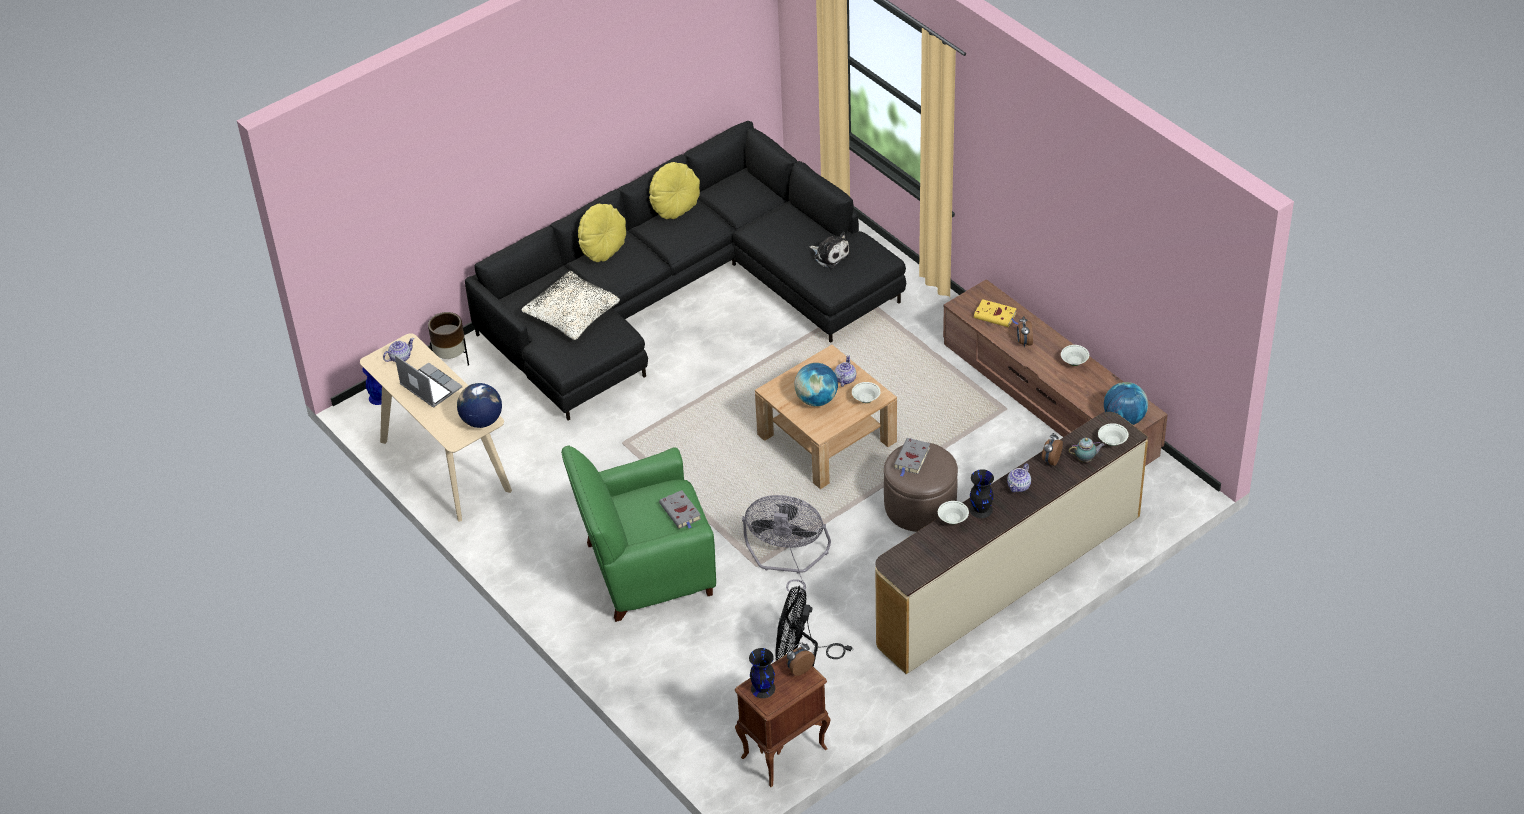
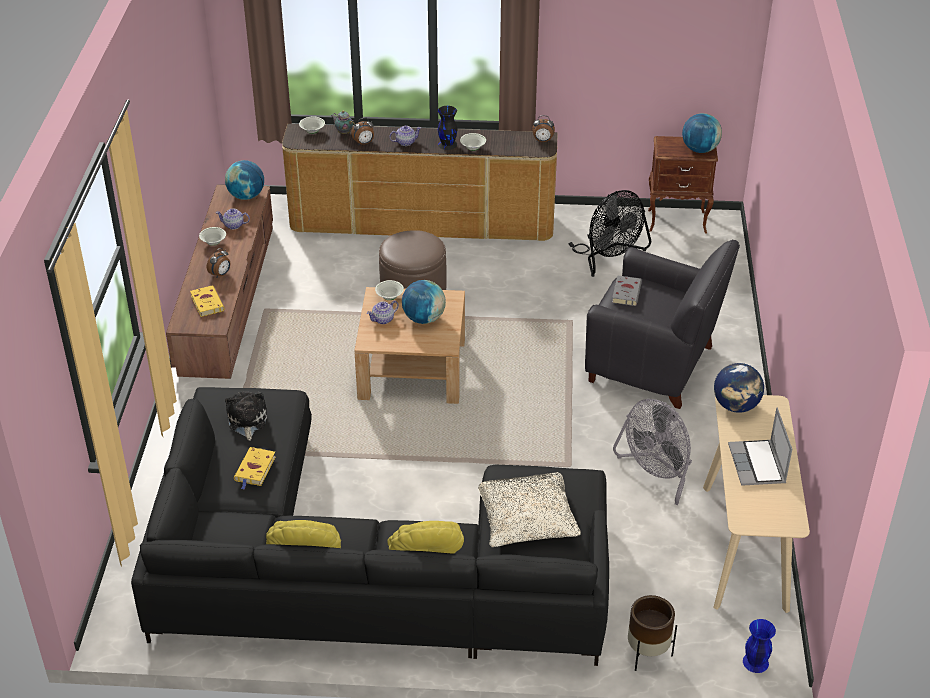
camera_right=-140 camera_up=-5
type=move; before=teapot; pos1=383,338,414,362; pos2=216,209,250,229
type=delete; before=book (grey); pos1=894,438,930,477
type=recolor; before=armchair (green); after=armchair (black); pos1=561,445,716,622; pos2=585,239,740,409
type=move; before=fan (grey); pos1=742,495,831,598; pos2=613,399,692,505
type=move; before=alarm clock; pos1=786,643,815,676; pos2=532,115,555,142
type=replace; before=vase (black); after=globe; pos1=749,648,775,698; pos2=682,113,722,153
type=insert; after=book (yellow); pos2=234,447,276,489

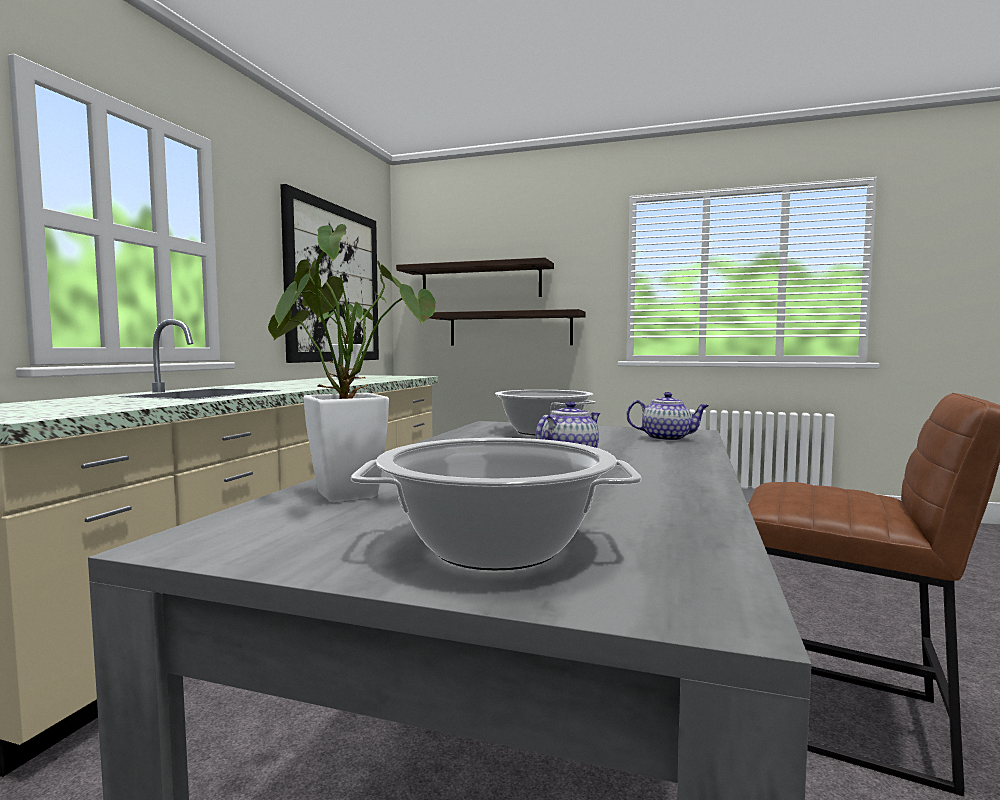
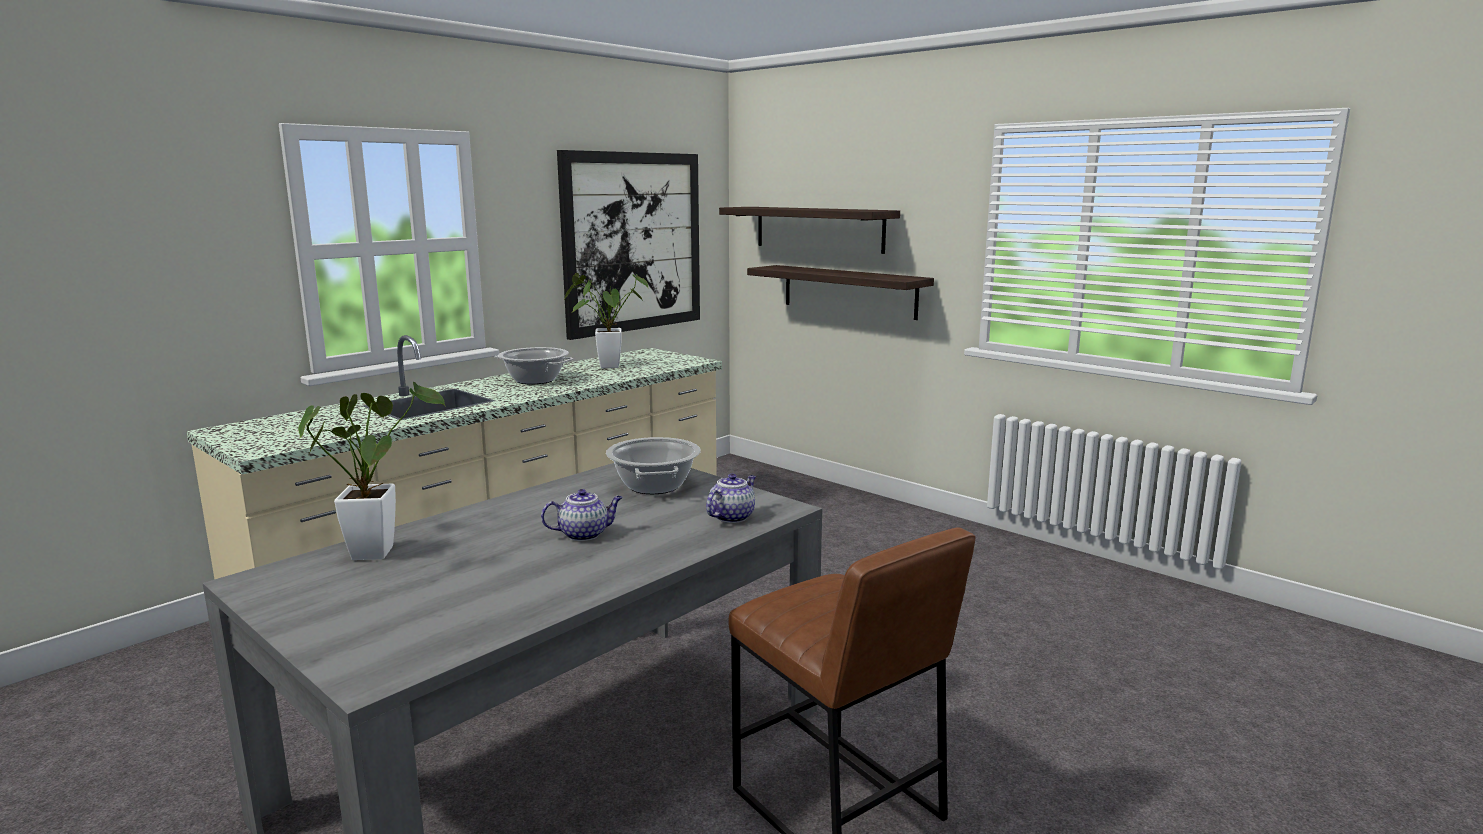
camera_right=25 camera_up=10
type=rotate; before=teapot; pos1=626,392,709,441; pos2=706,474,756,523; turn=-90
type=move; before=cooking pot; pos1=351,438,641,570; pos2=495,347,574,384

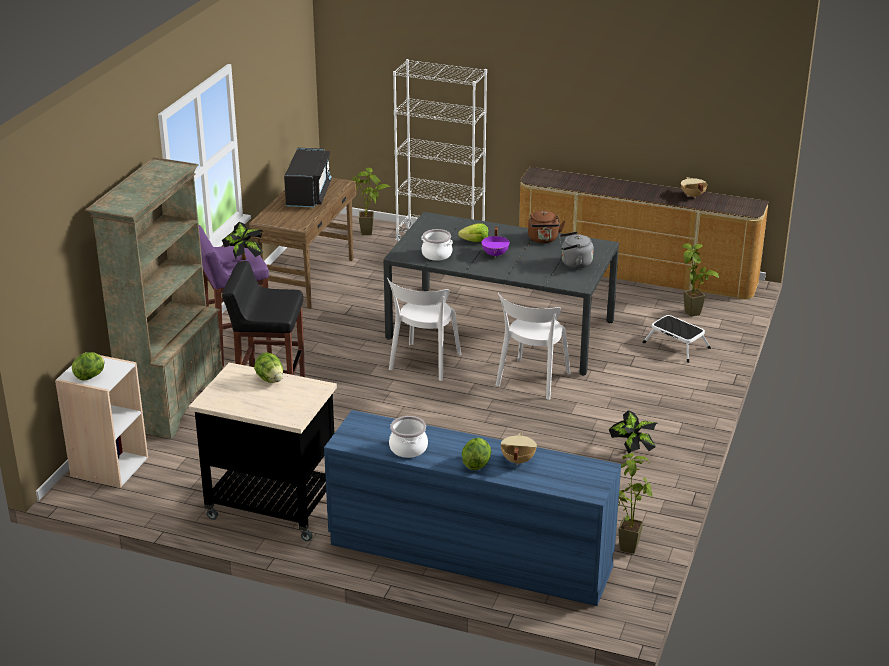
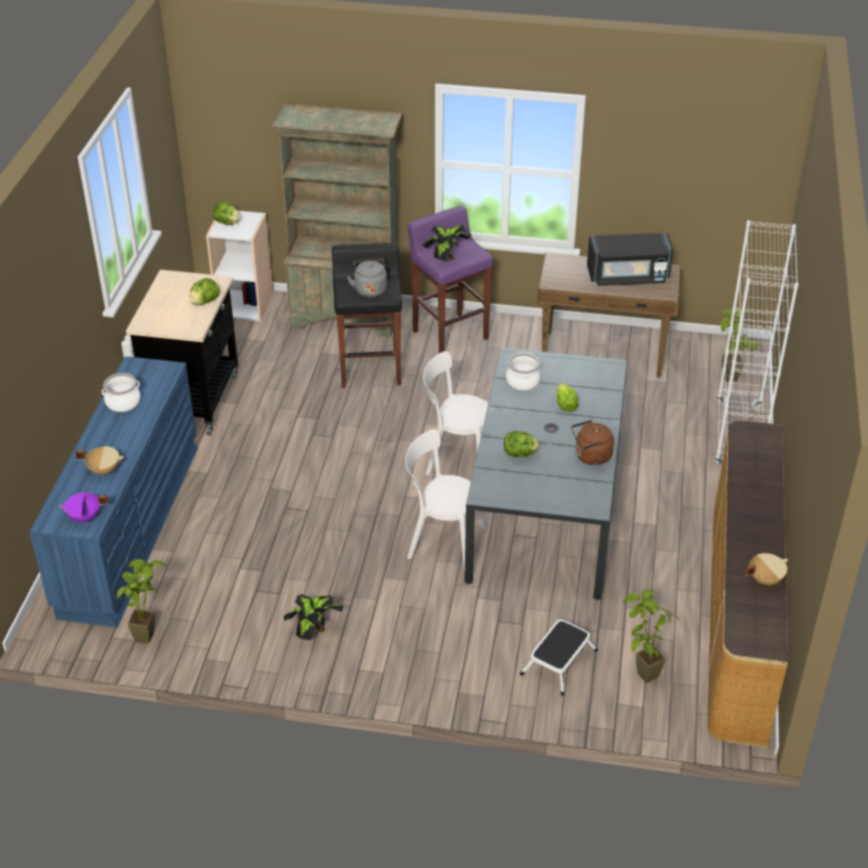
camera_right=80 camera_up=10
type=move; before=cooking pot (purple); pos1=481,227,510,258; pos2=59,492,108,524
type=move; before=kettle (grey); pos1=559,232,593,268; pos2=347,258,387,298
type=move; before=lettuce; pos1=462,438,492,470; pos2=504,431,539,457

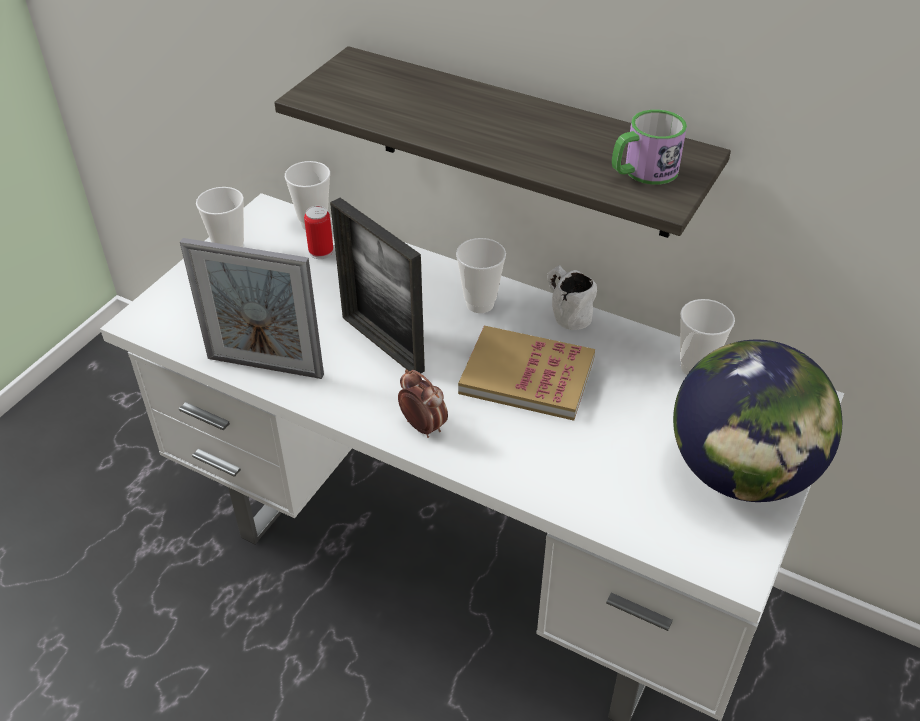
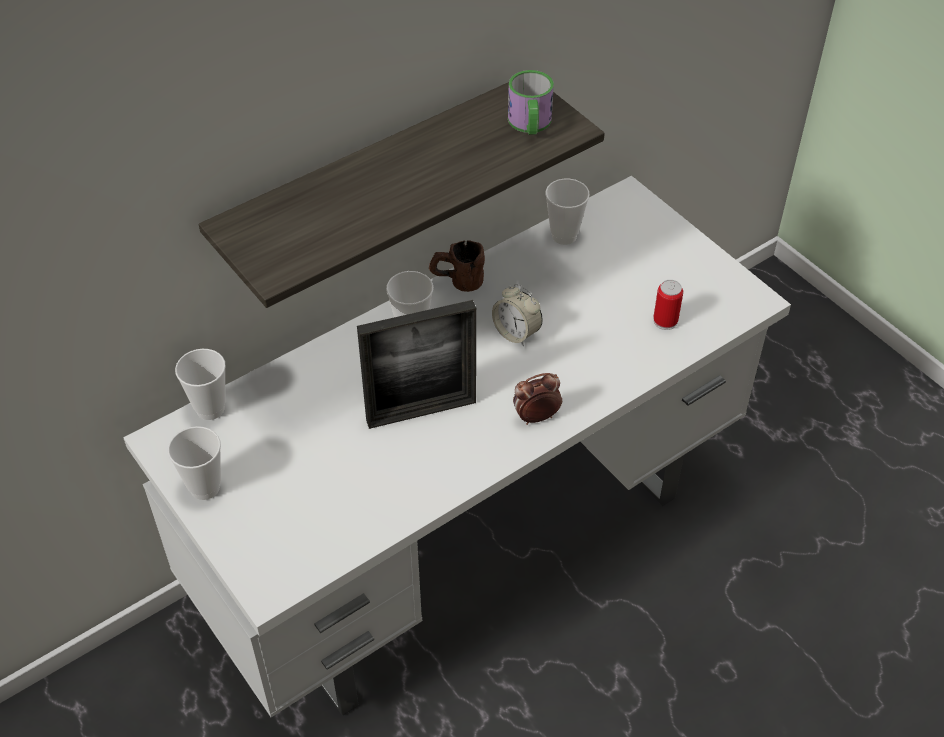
camera_right=-65 camera_up=5
type=move; before=can; pos1=304,206,333,259; pos2=653,280,683,330
type=delete; before=picture frame; pos1=180,238,324,379
type=recolor; before=mug (white); after=mug (brown); pos1=547,265,597,330; pos2=429,240,485,292
type=replace; before=book; after=alarm clock; pos1=458,325,595,421; pos2=492,284,543,346
type=delete; before=globe; pos1=673,340,842,502

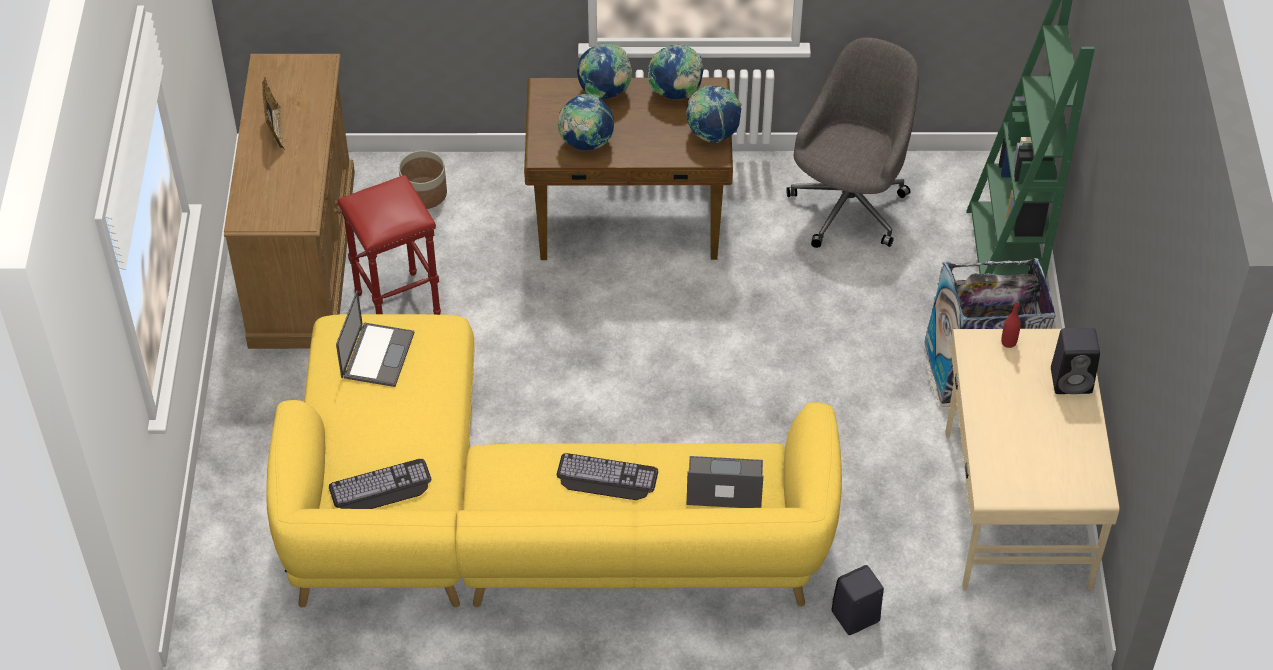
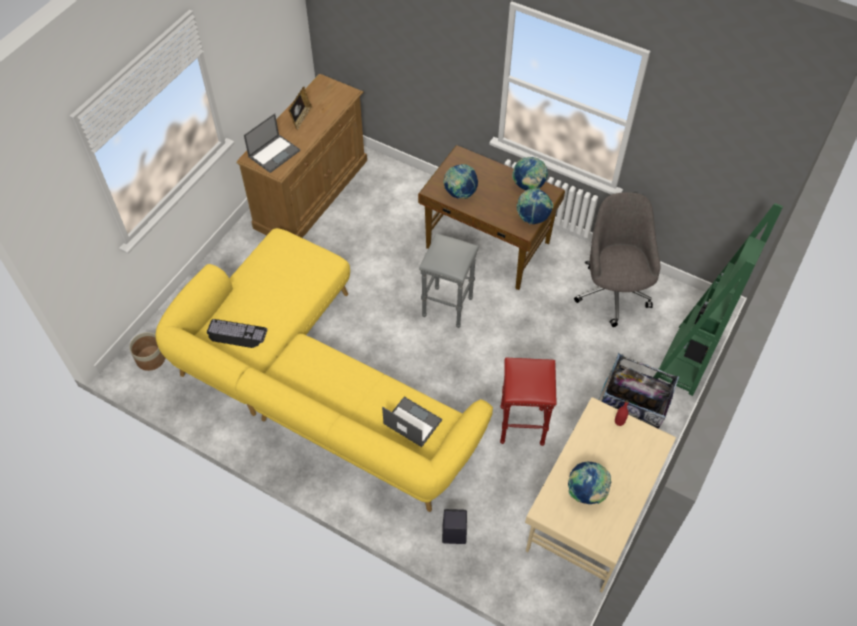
camera_right=30 camera_up=5
type=rotate; before=office chair (grey); pos1=786,37,919,248; pos2=574,192,660,327; turn=-60
type=move; before=globe; pos1=577,43,632,99; pos2=568,462,612,504
type=move; before=planter; pos1=399,150,447,209; pos2=129,332,165,371
type=move; before=stool (red); pos1=338,175,441,315; pos2=500,358,557,446
type=move; before=laptop; pos1=336,290,414,387; pos2=244,113,300,173
type=delete; before=speaker (black); pos1=1051,328,1100,394
type=delete; before=keyboard; pos1=557,453,659,500
type=insert; after=stool (grey); pos2=419,233,479,328

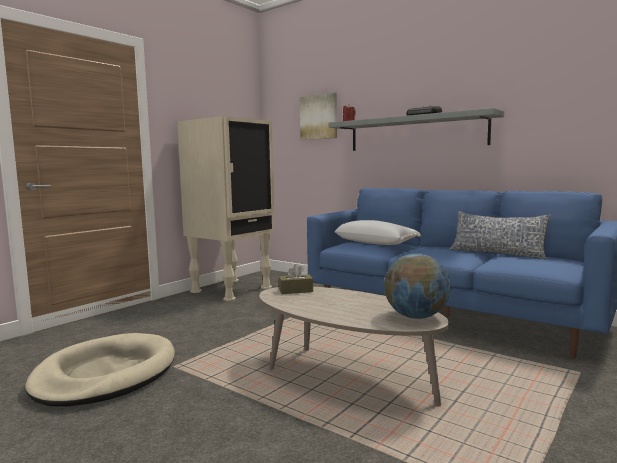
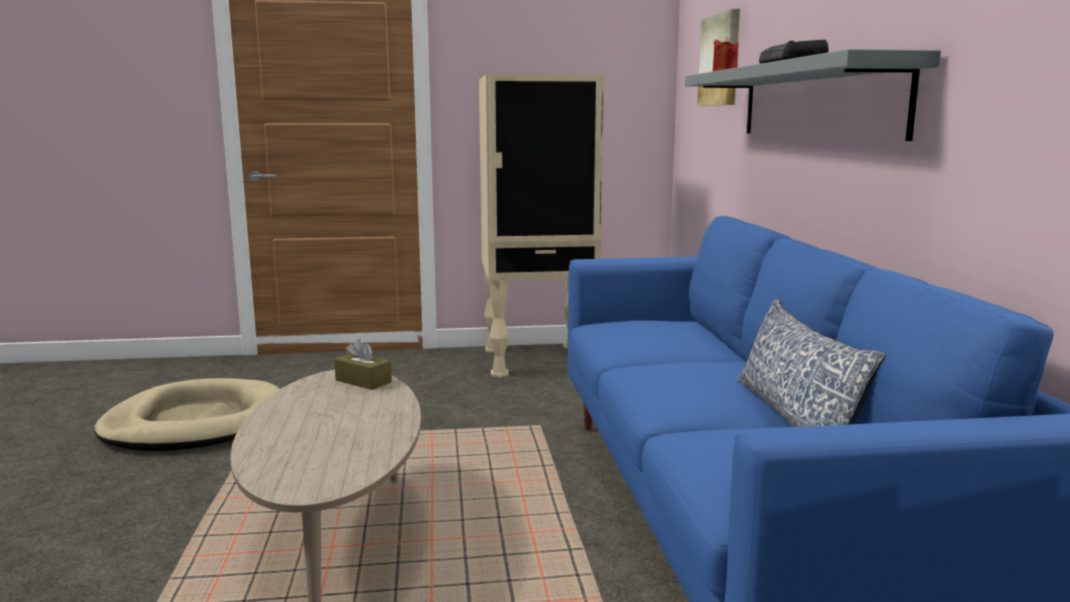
camera_right=45 camera_up=5
type=delete; before=pillow (white); pos1=335,220,421,245
type=delete; before=globe; pos1=384,253,451,319

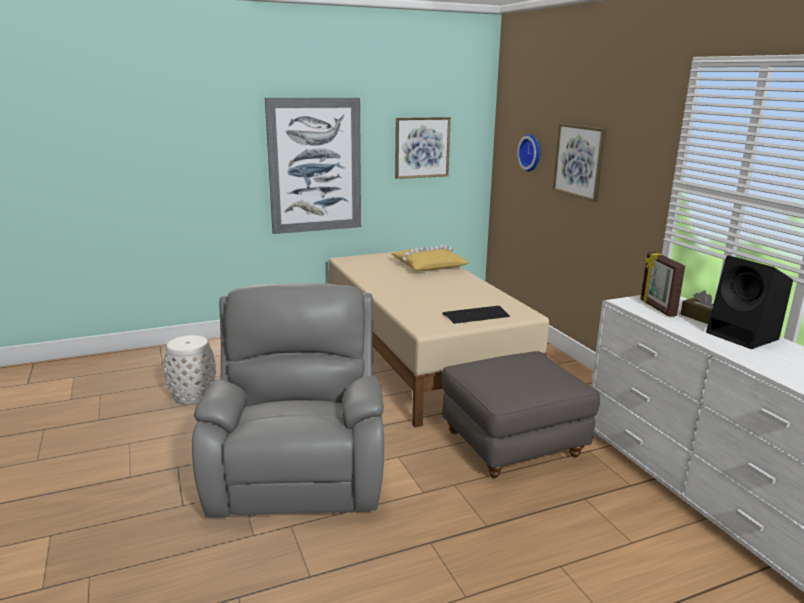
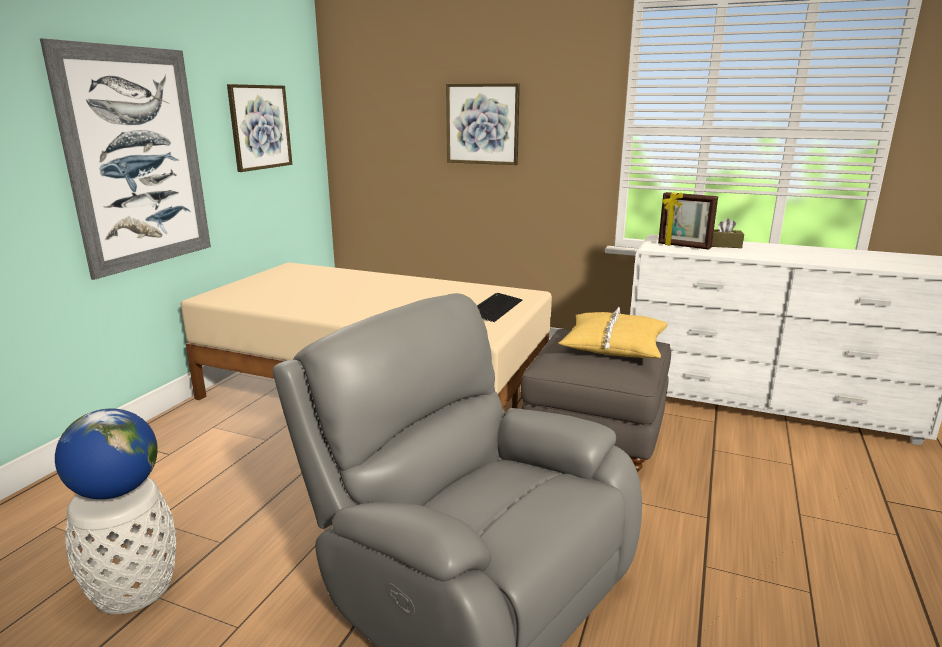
camera_right=-45 camera_up=0
type=delete; before=wall clock; pos1=517,134,541,172
type=move; before=pillow (yellow); pos1=391,245,468,271; pos2=558,307,668,358
type=delete; before=speaker (black); pos1=706,255,793,349
type=insert; after=globe; pos2=55,409,158,499

